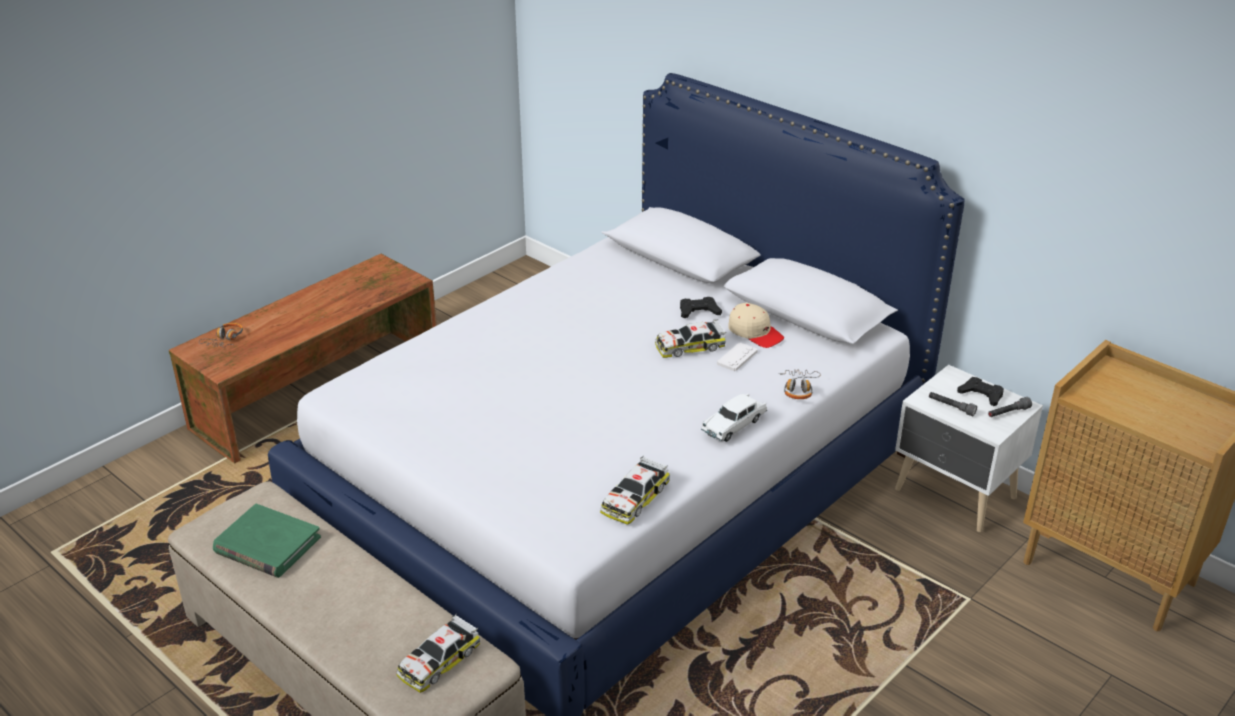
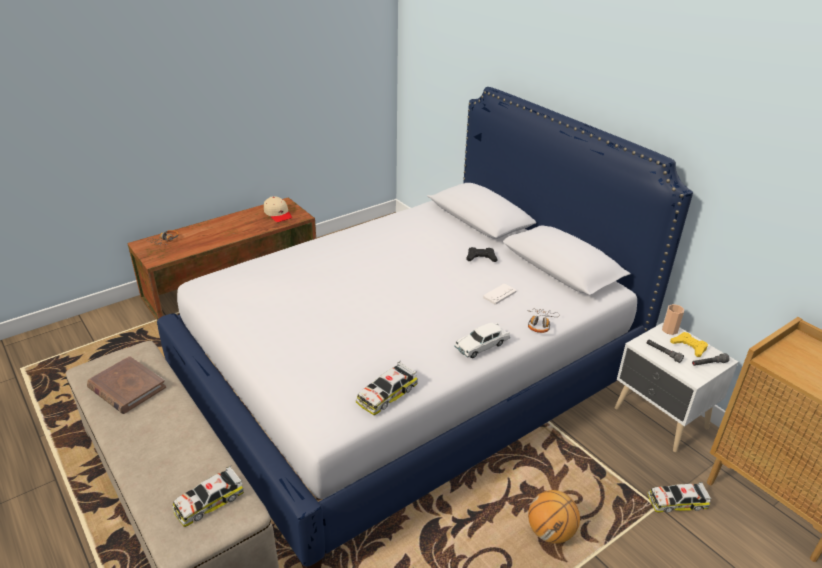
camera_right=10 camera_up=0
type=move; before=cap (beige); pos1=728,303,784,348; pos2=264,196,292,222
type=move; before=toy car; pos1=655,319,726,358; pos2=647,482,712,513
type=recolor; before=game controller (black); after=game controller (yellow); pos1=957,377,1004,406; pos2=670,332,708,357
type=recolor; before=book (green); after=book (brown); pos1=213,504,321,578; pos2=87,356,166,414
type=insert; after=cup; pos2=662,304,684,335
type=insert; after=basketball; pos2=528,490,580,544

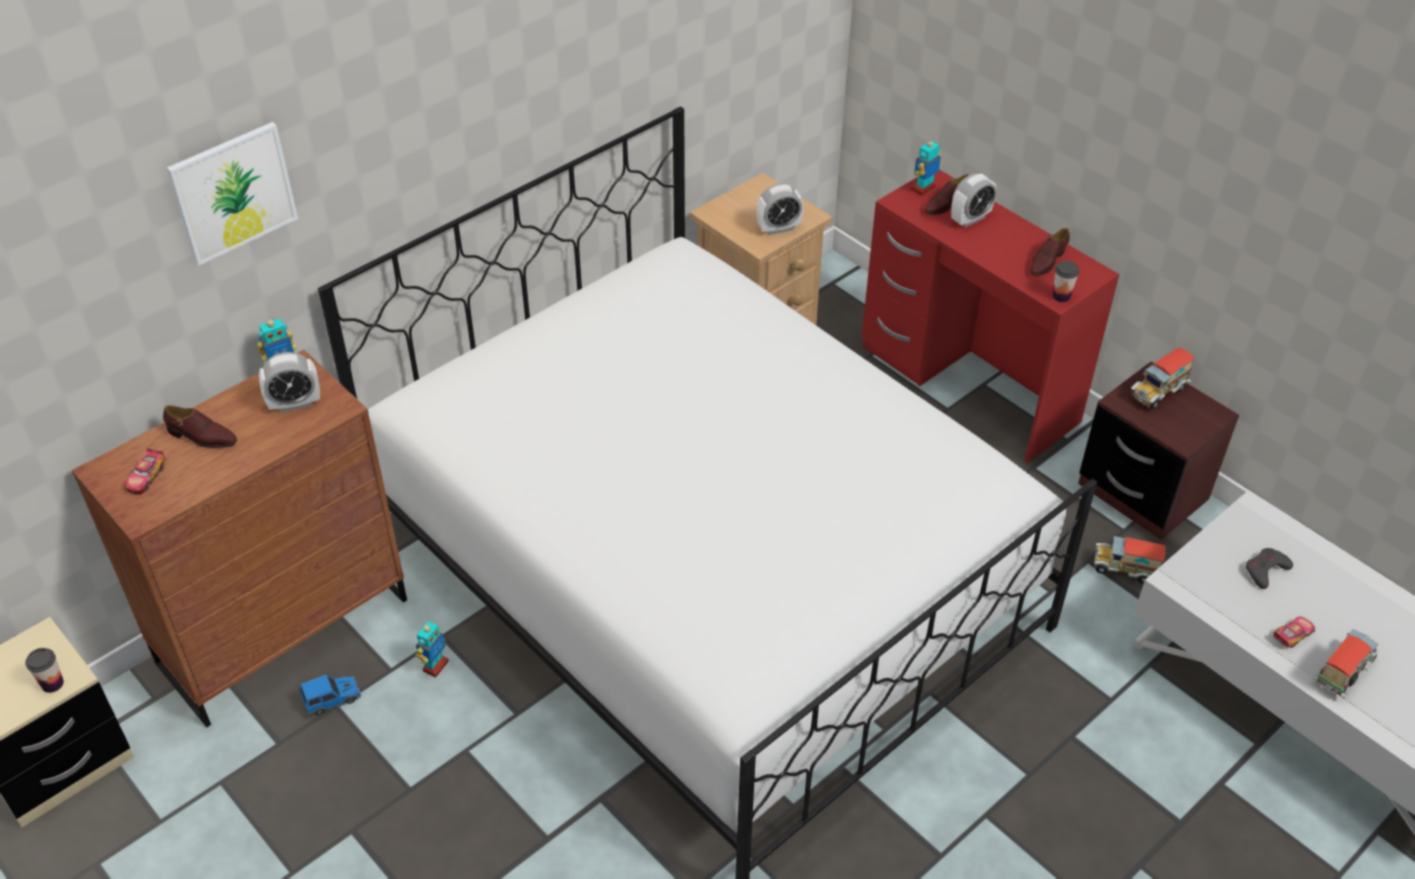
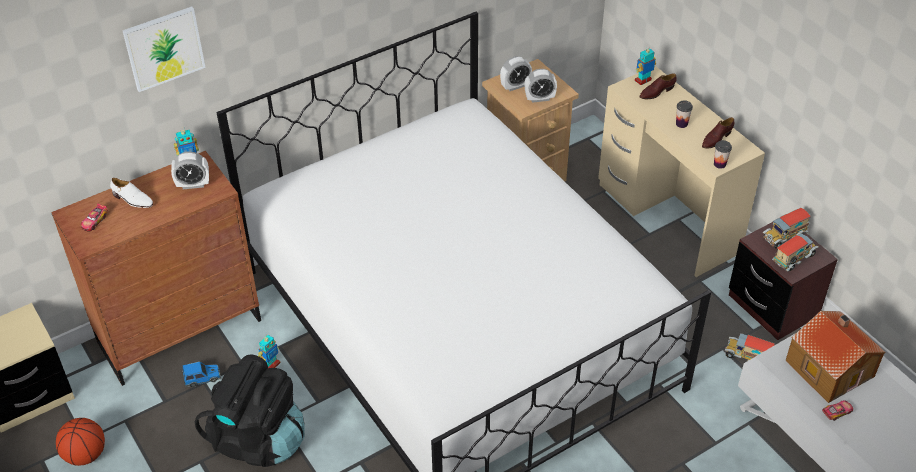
camera_right=10 camera_up=0
type=recolor; before=desk (red); after=desk (beige); pos1=862,169,1119,463; pos2=598,66,765,277
type=move; before=alarm clock; pos1=951,174,997,227; pos2=500,56,532,91
type=recolor; before=shoe (brown); after=shoe (white); pos1=163,405,237,448; pos2=110,178,153,208
type=replace; before=game controller (grey); after=toy house; pos1=1246,548,1293,589; pos2=785,311,886,403
type=move; before=toy truck; pos1=1313,629,1382,698; pos2=772,233,818,272
type=move; before=cup; pos1=25,648,64,693; pos2=676,100,693,128
type=insert; after=backpack (black); pos2=195,354,305,467
type=insert; after=basketball; pos2=56,418,105,466

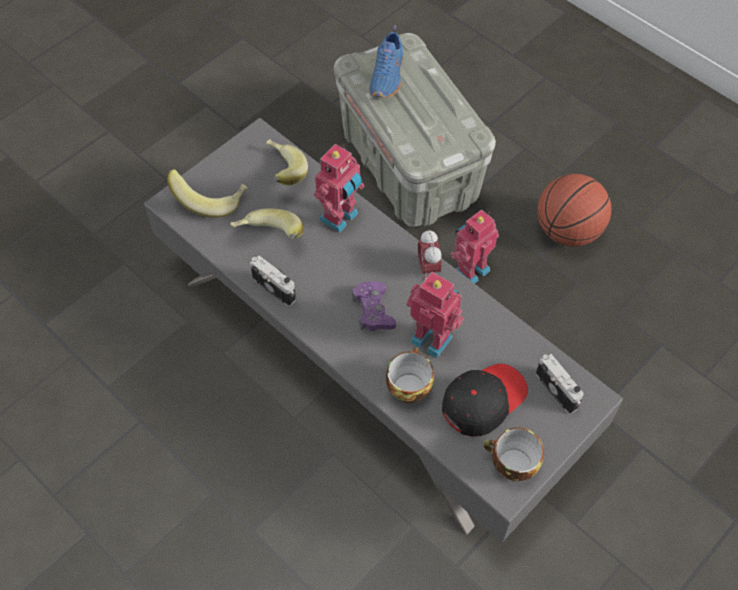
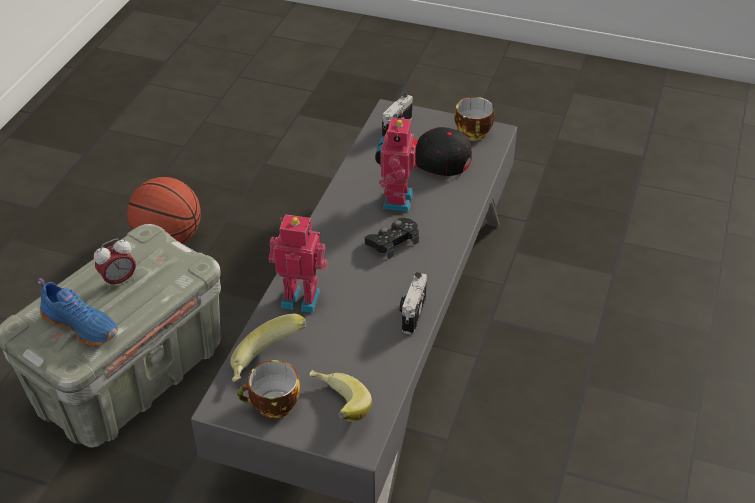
camera_right=-115 camera_up=-15
type=rotate; before=shoe (blue); pos1=369,25,403,98; pos2=37,278,118,346; turn=45
type=delete; before=banana; pos1=230,208,303,239
type=delete; before=toy robot; pos1=450,209,499,283
type=move; before=alarm clock; pos1=418,230,442,280; pos2=94,239,136,290
type=recolor; before=game controller (purple); after=game controller (black); pos1=352,281,396,331; pos2=365,218,419,259
type=move; before=cup; pos1=386,347,434,403; pos2=237,360,300,419

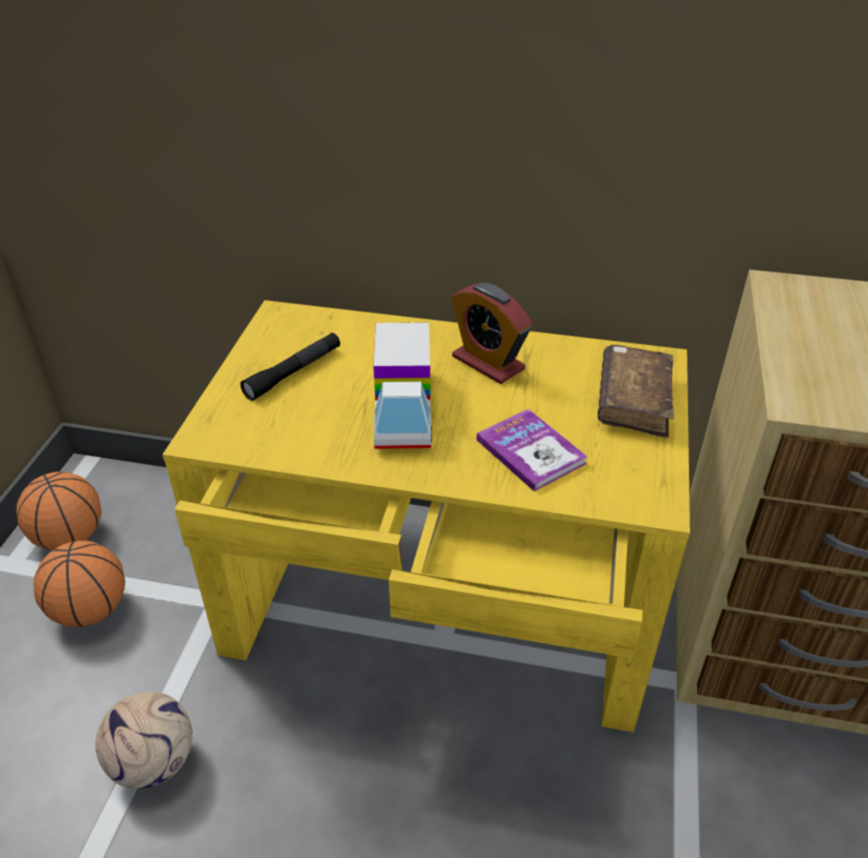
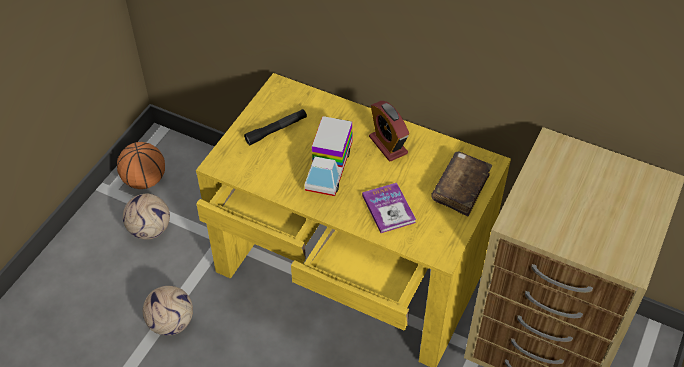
camera_right=15 camera_up=10
type=replace; before=basketball; after=football; pos1=34,541,125,627; pos2=123,193,170,240

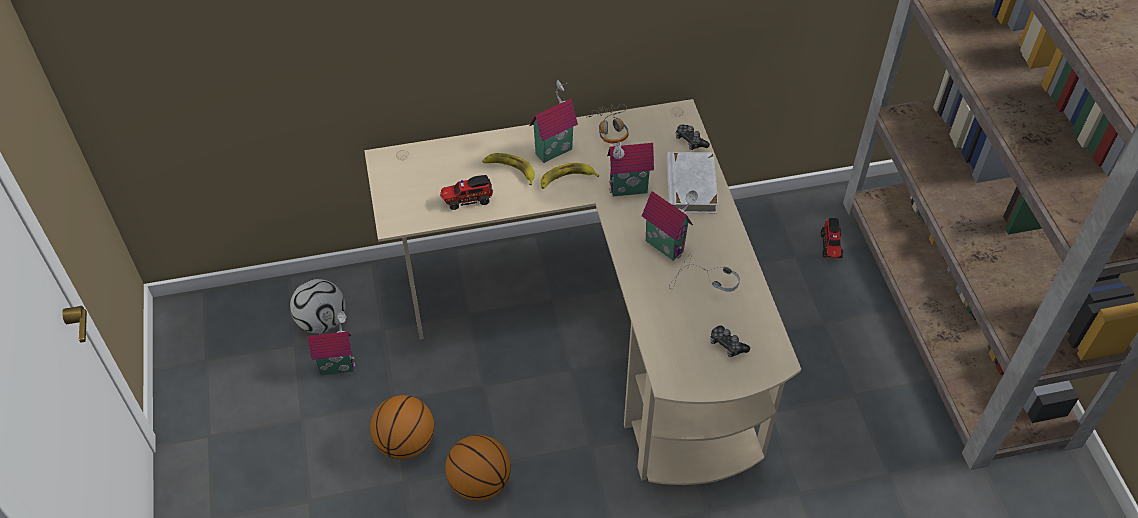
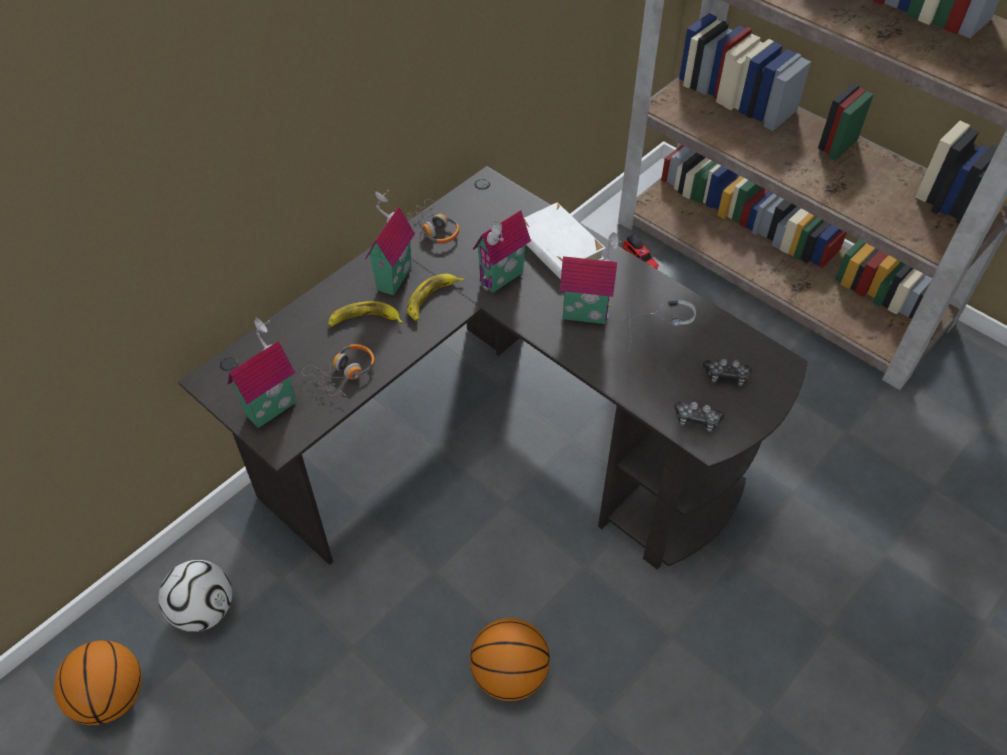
camera_right=-35 camera_up=0
type=recolor; before=desk (beige); after=desk (black); pos1=364,99,801,485; pos2=178,166,808,569
type=move; before=game controller; pos1=675,125,710,150; pos2=674,402,724,432
type=replace; before=toy truck; after=headphones; pos1=440,175,493,210; pos2=302,344,375,397
type=move; before=toy house; pos1=307,311,355,375; pos2=228,318,296,428
type=move; before=basketball; pos1=370,395,434,459; pos2=54,640,142,725

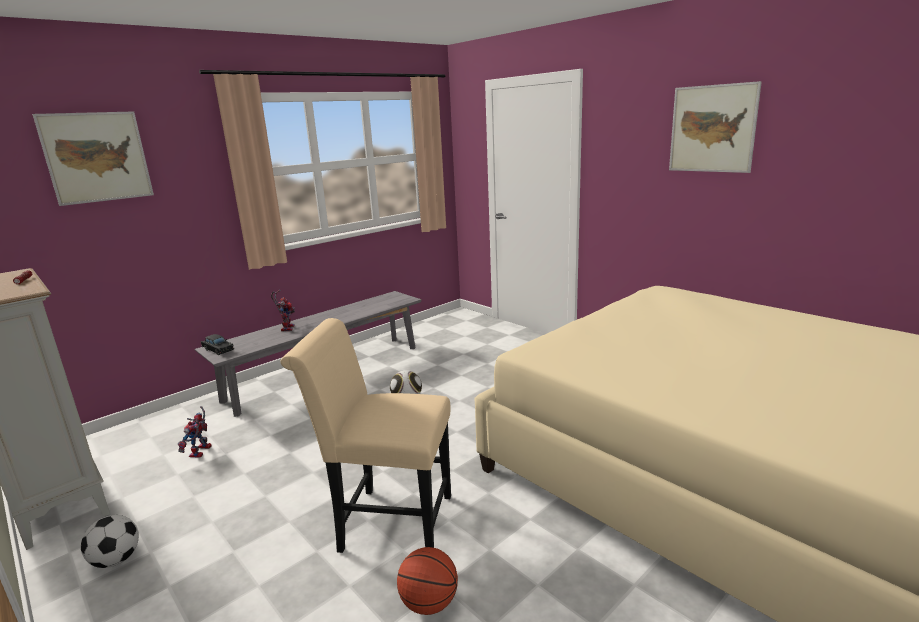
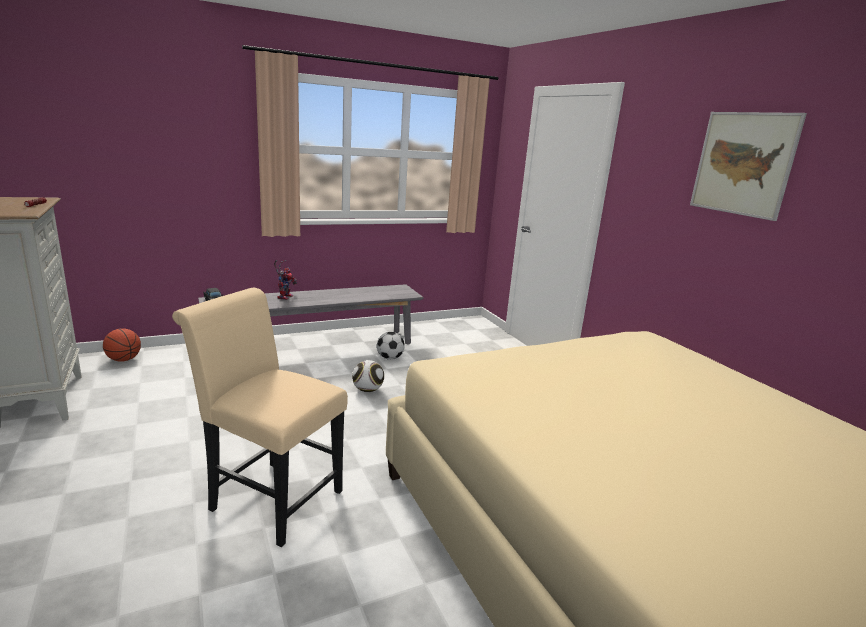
camera_right=15 camera_up=0
type=delete; before=picture; pos1=32,111,154,206
type=delete; before=toy robot; pos1=177,406,212,458
type=move; before=football; pos1=81,515,139,568; pos2=377,332,405,360
type=move; before=basketball; pos1=397,547,458,615; pos2=103,329,141,361

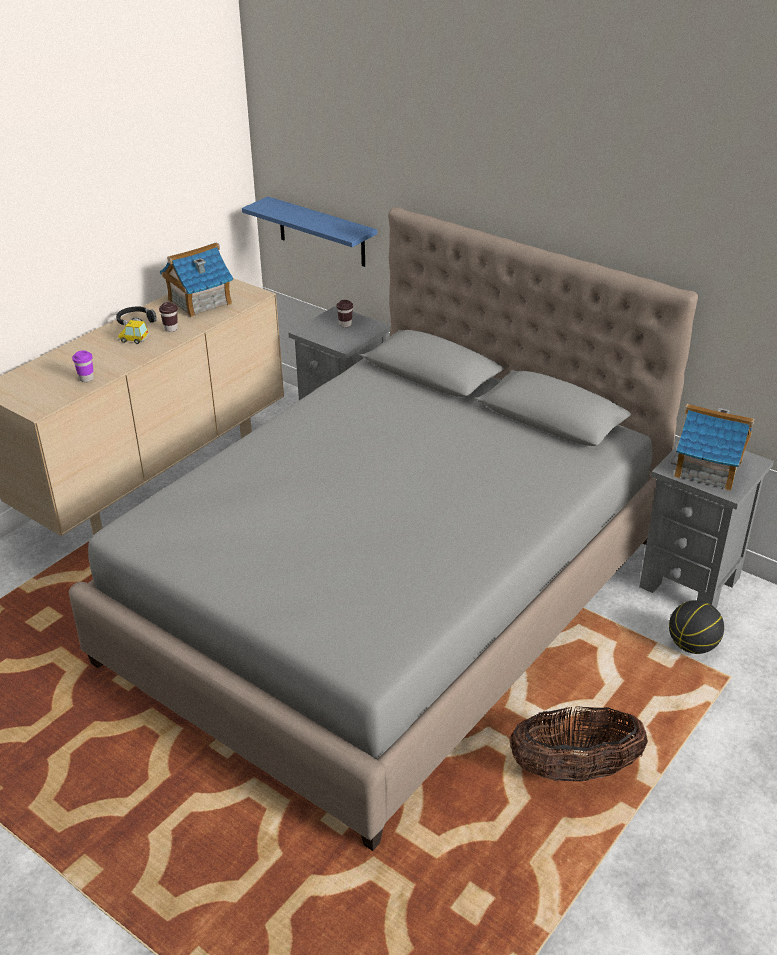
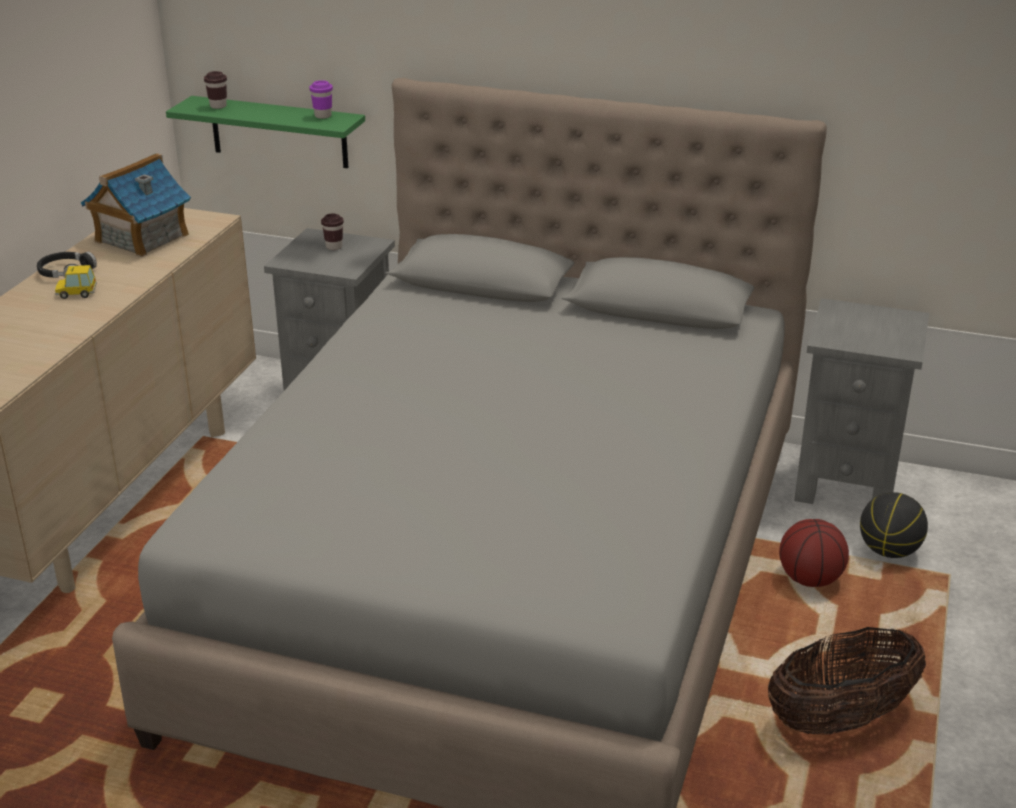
camera_right=-20 camera_up=-5
type=recolor; before=shelf (blue); after=shelf (green); pos1=242,197,377,267; pos2=166,96,365,168
type=move; before=cup (brown); pos1=159,302,178,332; pos2=204,71,227,109
type=move; before=cup (purple); pos1=72,350,94,382; pos2=309,80,333,119
type=delete; before=toy house; pos1=671,404,754,491
type=insert; after=basketball; pos2=779,519,849,587

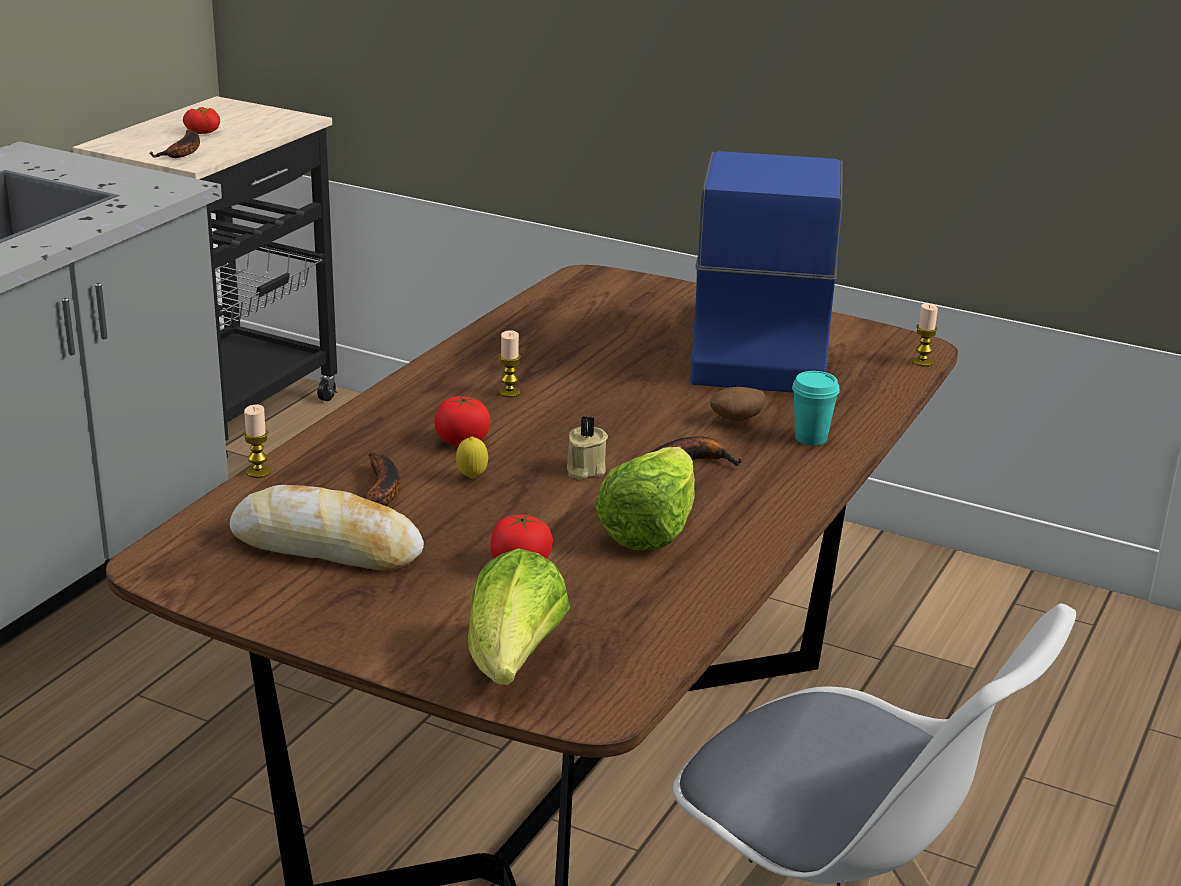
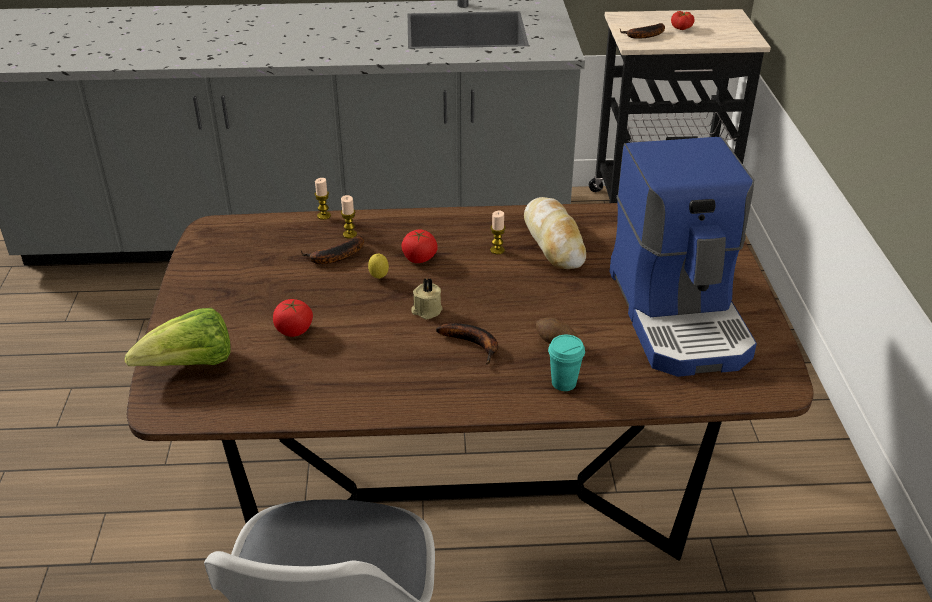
camera_right=60 camera_up=10
type=rotate; before=coffee machine; pos1=690,151,843,393; pos2=609,137,757,377; turn=105
type=move; before=candle; pos1=912,303,938,367; pos2=341,195,357,239
type=delete; before=lettuce; pos1=595,447,695,551
type=move; before=bread; pos1=229,485,424,571; pos2=524,197,586,269

